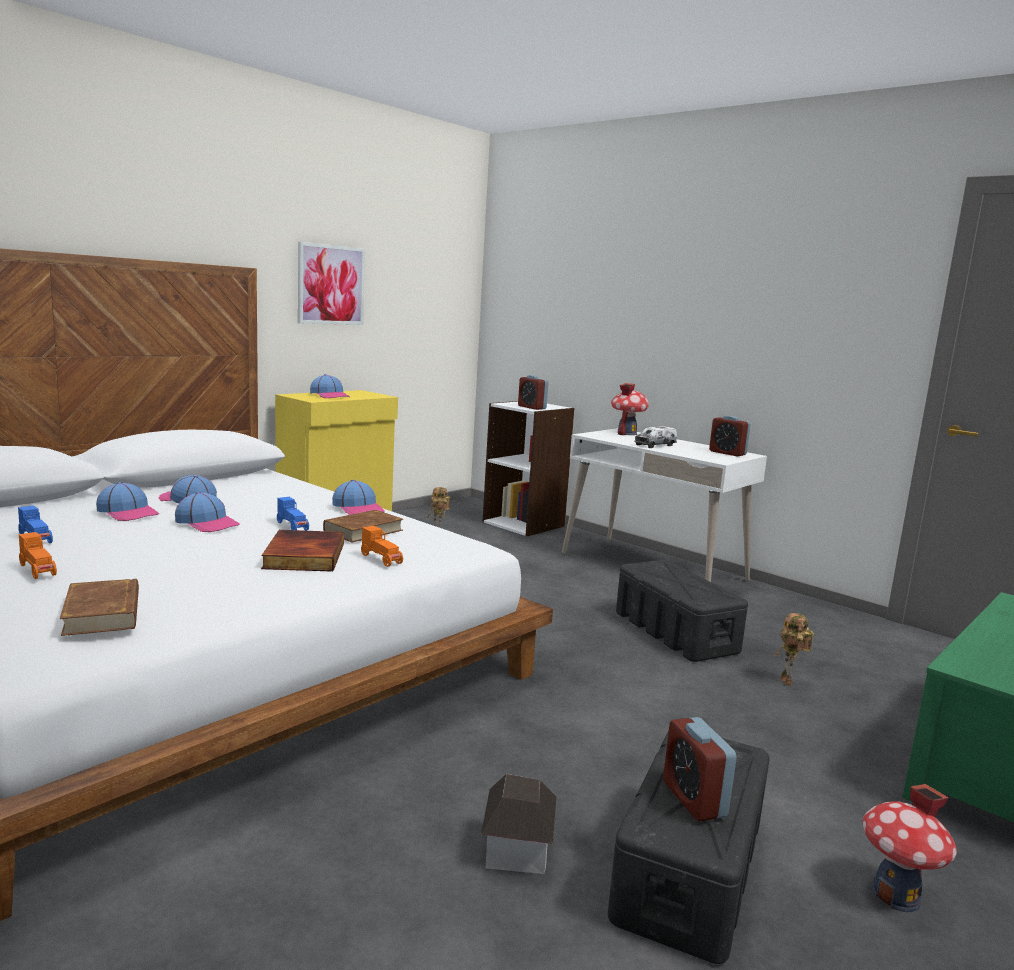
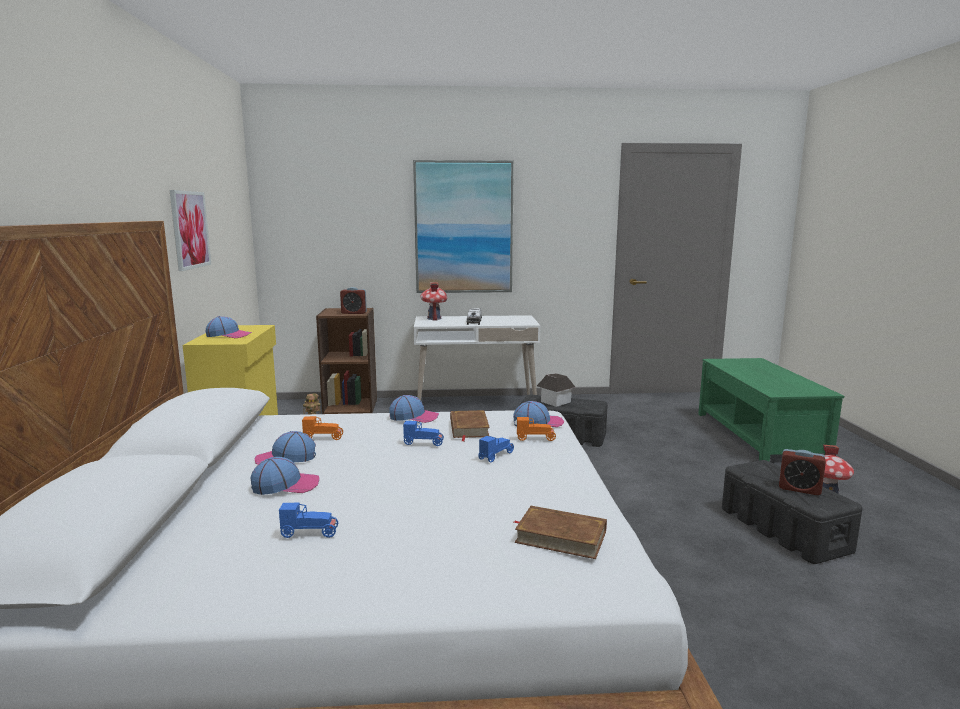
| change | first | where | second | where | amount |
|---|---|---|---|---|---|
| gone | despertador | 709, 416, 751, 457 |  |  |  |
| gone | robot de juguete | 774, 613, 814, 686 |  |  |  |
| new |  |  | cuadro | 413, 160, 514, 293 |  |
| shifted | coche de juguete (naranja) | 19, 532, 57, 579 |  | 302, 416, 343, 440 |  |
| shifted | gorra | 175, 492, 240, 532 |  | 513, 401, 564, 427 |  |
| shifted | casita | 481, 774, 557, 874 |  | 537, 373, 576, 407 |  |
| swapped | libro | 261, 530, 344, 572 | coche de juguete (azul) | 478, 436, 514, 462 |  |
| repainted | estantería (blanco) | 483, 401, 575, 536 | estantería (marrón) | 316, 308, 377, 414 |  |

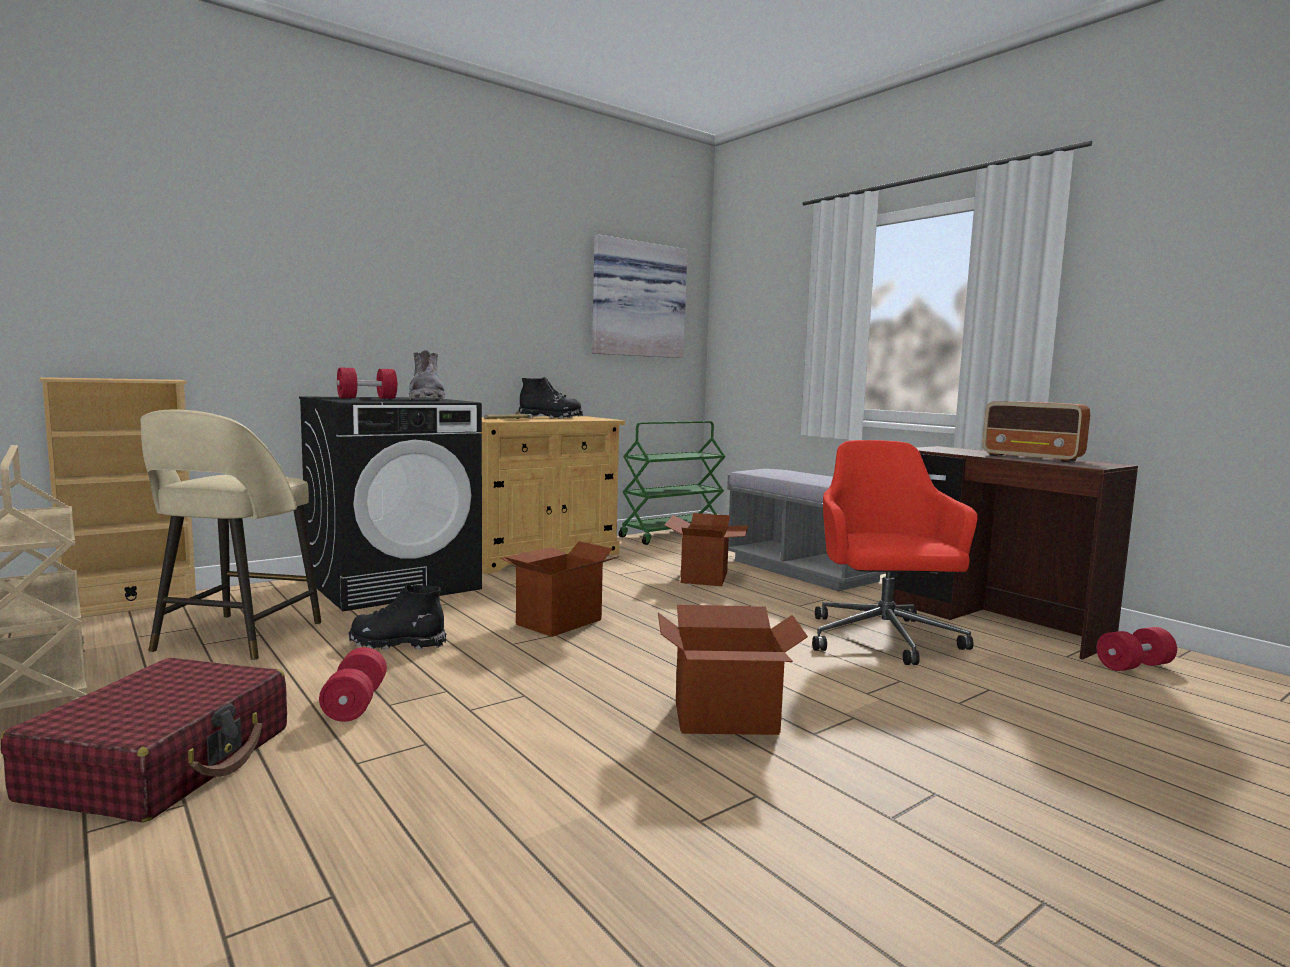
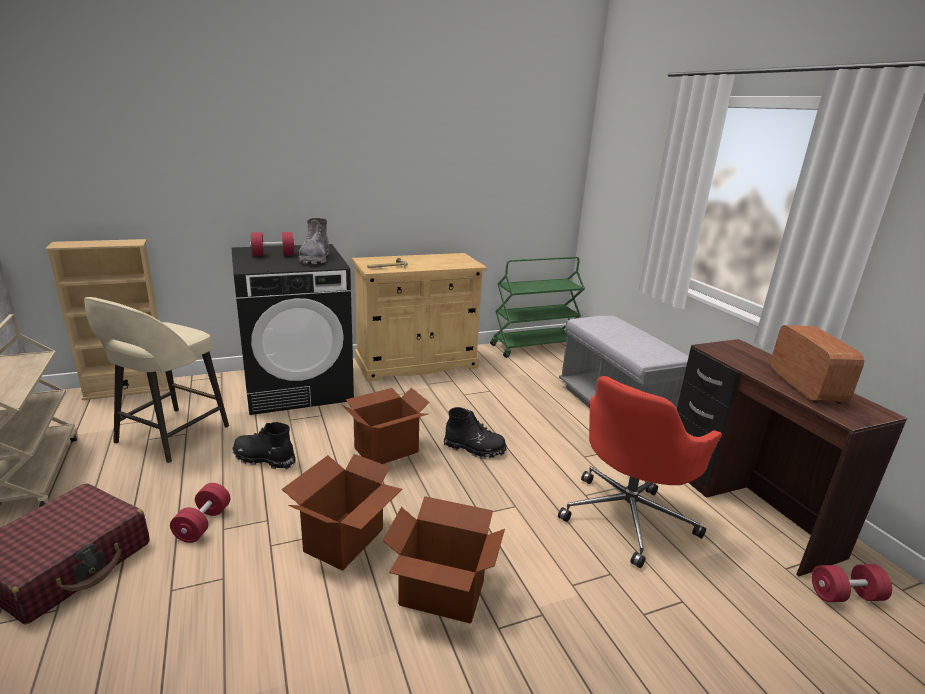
| change | first | where | second | where | amount |
|---|---|---|---|---|---|
| gone | cuadro | 592, 234, 687, 358 |  |  |  |
| shifted | bota (negro) | 518, 376, 583, 419 |  | 444, 407, 507, 459 |  |
| shifted | caja de cartón | 664, 513, 749, 586 |  | 282, 454, 402, 571 |  |
| rotated | silla de oficina (rojo) | 812, 440, 978, 665 |  | 558, 376, 722, 568 | 150 degrees counterclockwise |
| rotated | radio | 982, 401, 1090, 463 |  | 771, 325, 865, 404 | 150 degrees counterclockwise |

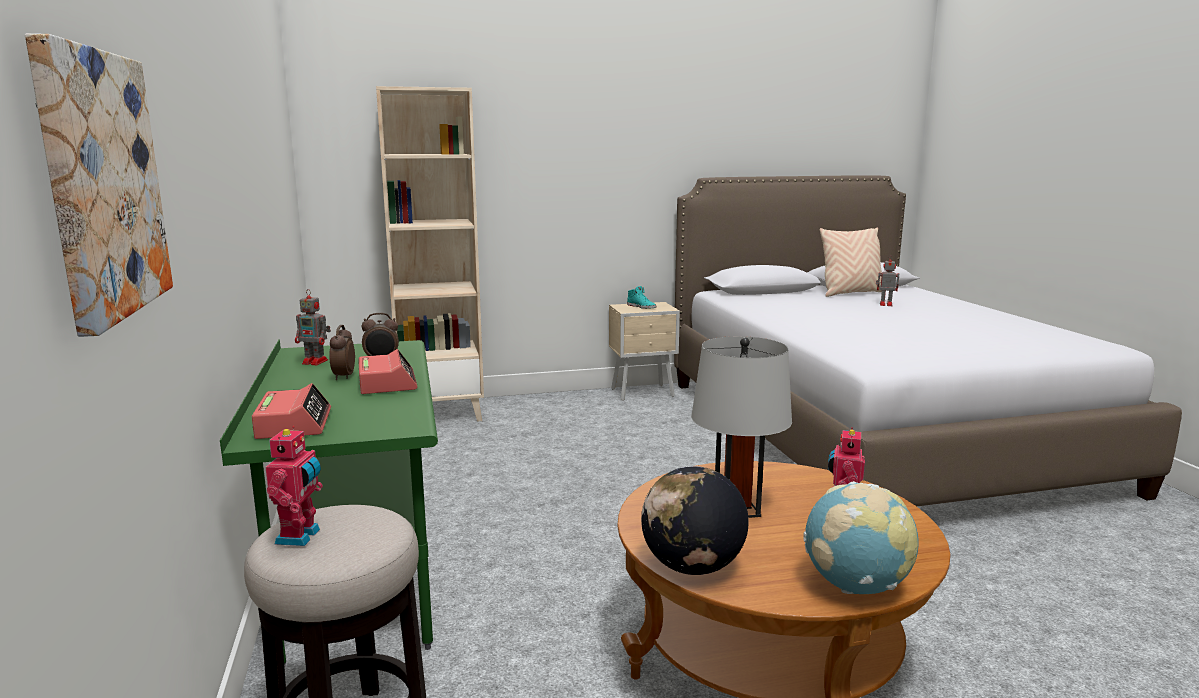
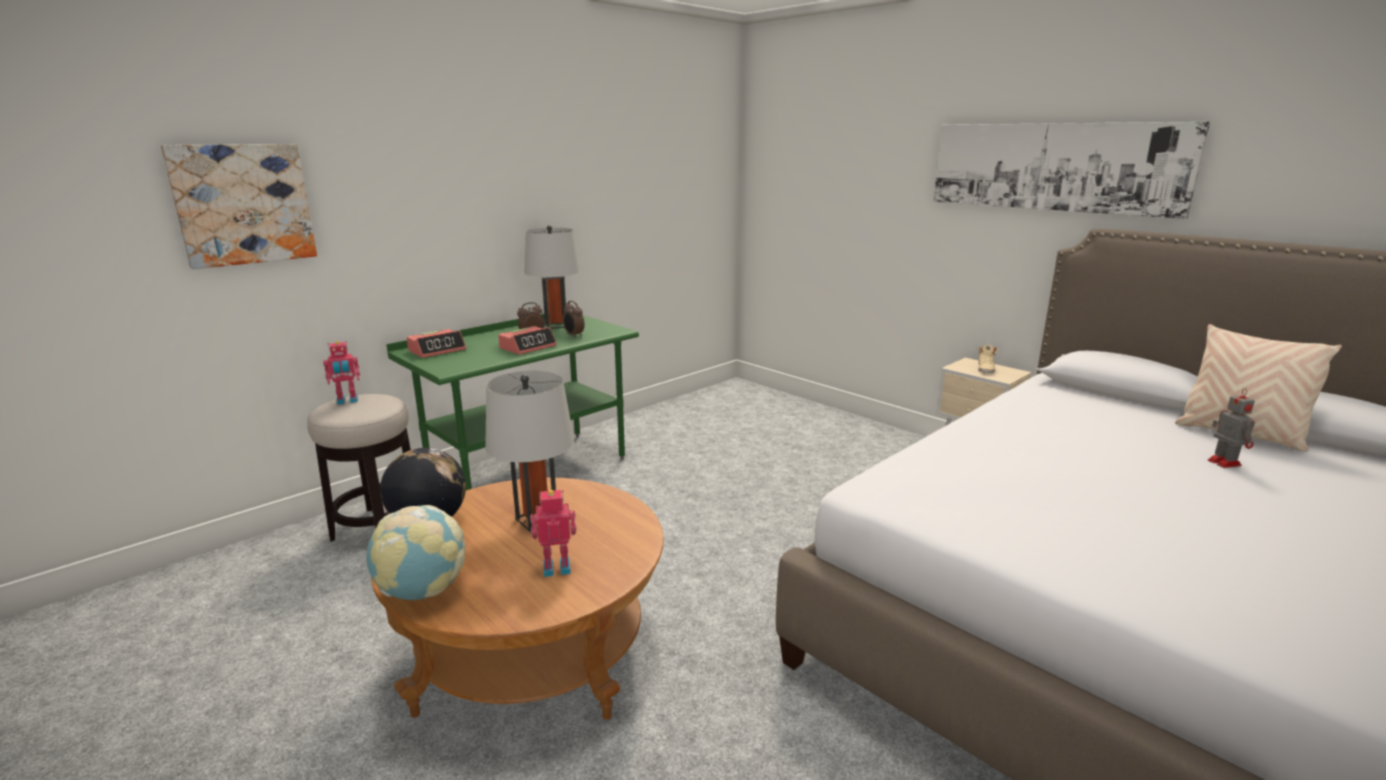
| change | first | where | second | where | amount |
|---|---|---|---|---|---|
| gone | estantería (beis) | 376, 86, 484, 422 |  |  |  |
| new |  |  | cuadro | 933, 122, 1210, 219 |  |
| swapped | robot de juguete | 295, 289, 331, 365 | lámpara de mesa (gris) | 524, 225, 580, 329 |  |
| repainted | zapato (turquesa) | 627, 286, 656, 309 | zapato (beis) | 978, 345, 998, 373 |  |

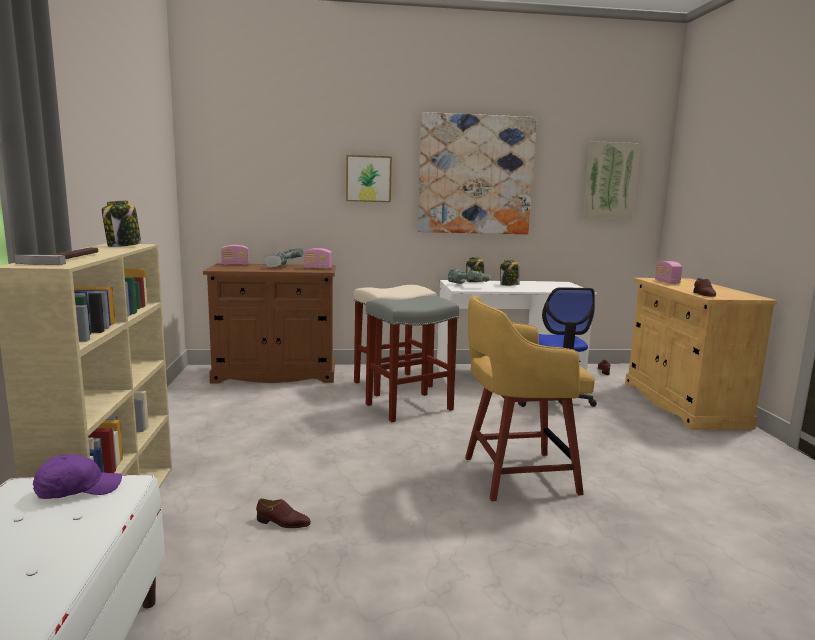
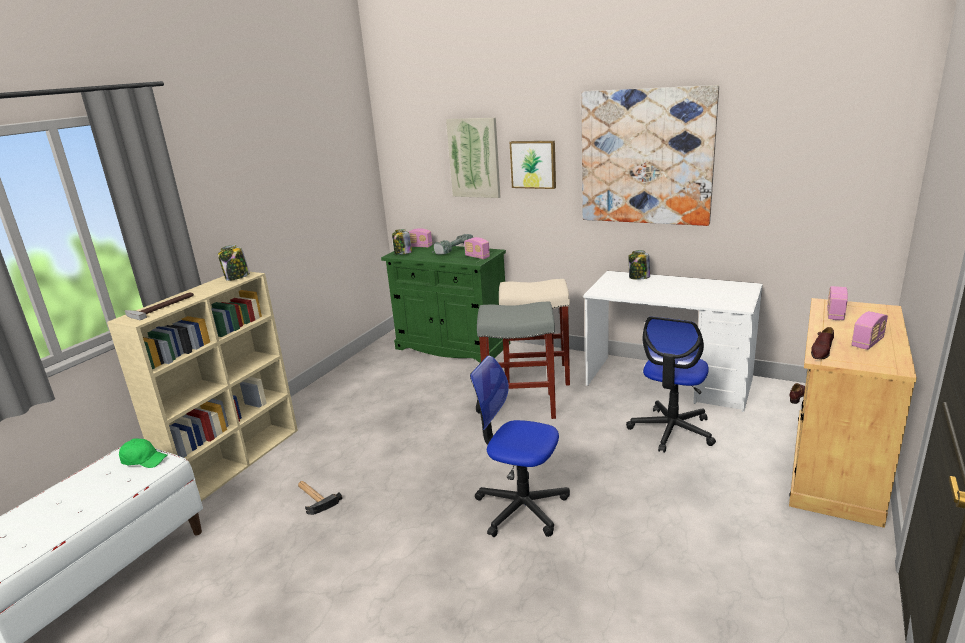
| change | first | where | second | where | amount |
|---|---|---|---|---|---|
| gone | taladro | 448, 269, 493, 284 |  |  |  |
| new |  |  | radio | 852, 311, 888, 350 |  |
| shifted | tarro | 500, 260, 520, 286 |  | 392, 229, 412, 255 |  |
| shifted | cuadro | 582, 141, 641, 220 |  | 446, 118, 500, 198 |  |
| swapped | zapato (marrón) | 256, 499, 311, 528 | martillo | 298, 481, 342, 515 |  |
| swapped | taburete (amarillo) | 465, 296, 595, 501 | silla de oficina | 470, 356, 570, 537 |  |
| repainted | gorra (morado) | 33, 454, 122, 499 | gorra (verde) | 119, 438, 168, 468 |  |
| repainted | armario (marrón) | 203, 263, 336, 383 | armario (verde) | 381, 244, 510, 363 |  |

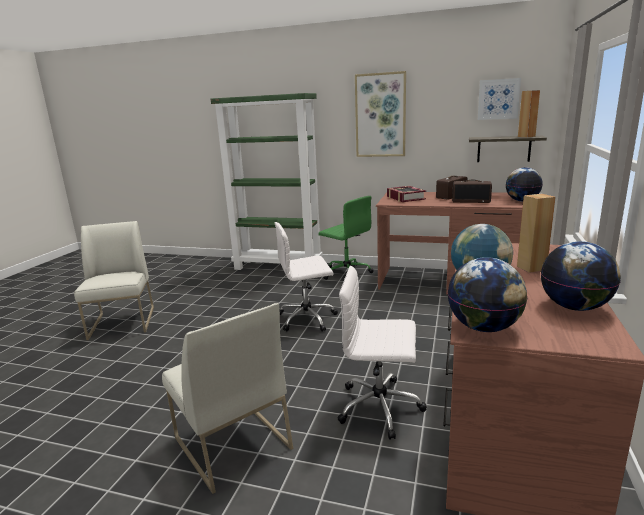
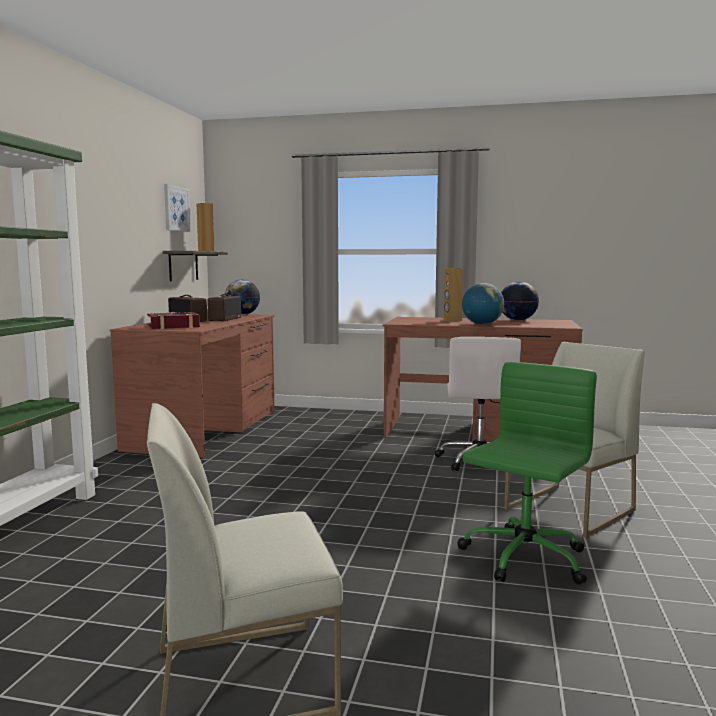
| change | first | where | second | where | amount |
|---|---|---|---|---|---|
| gone | silla de oficina (blanco) | 275, 222, 338, 332 |  |  |  |
| gone | cuadro | 355, 71, 406, 157 |  |  |  |
| gone | globo terráqueo | 448, 257, 528, 332 |  |  |  |
| shifted | silla de oficina (verde) | 318, 196, 374, 280 |  | 457, 362, 597, 584 |  |

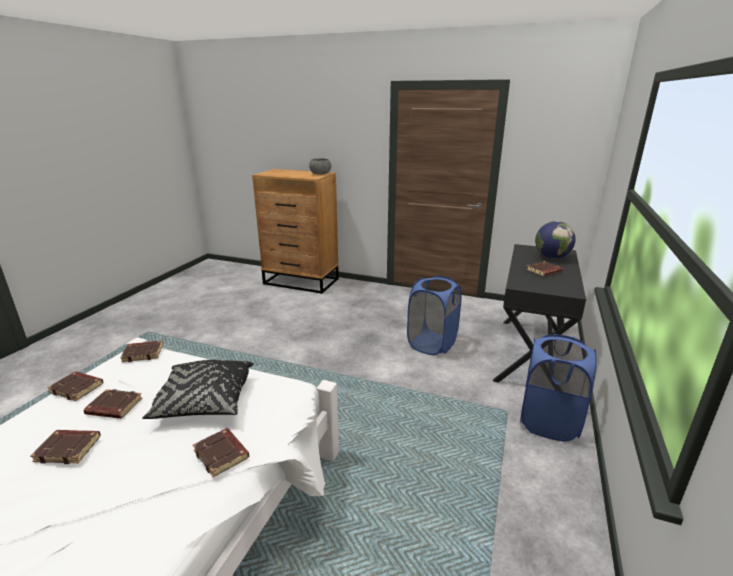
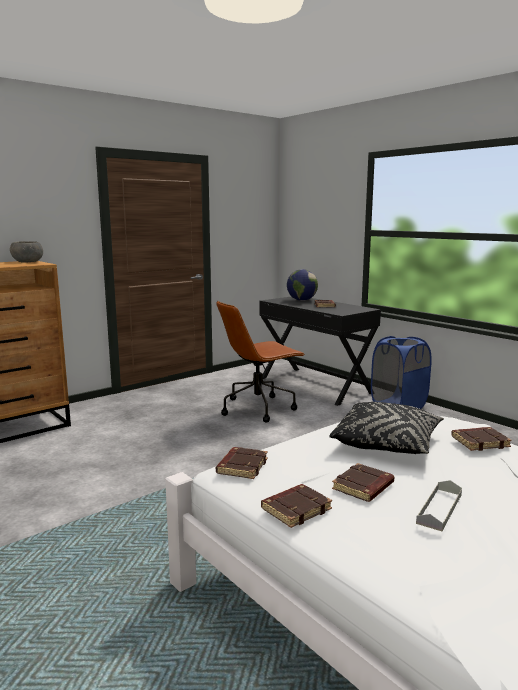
| change | first | where | second | where | amount |
|---|---|---|---|---|---|
| swapped | libro (marrón) | 30, 430, 101, 464 | bandeja (gris) | 416, 480, 462, 531 |  |
| swapped | cesto de la ropa (azul) | 407, 276, 462, 355 | silla de oficina (marrón) | 216, 301, 305, 423 |  |

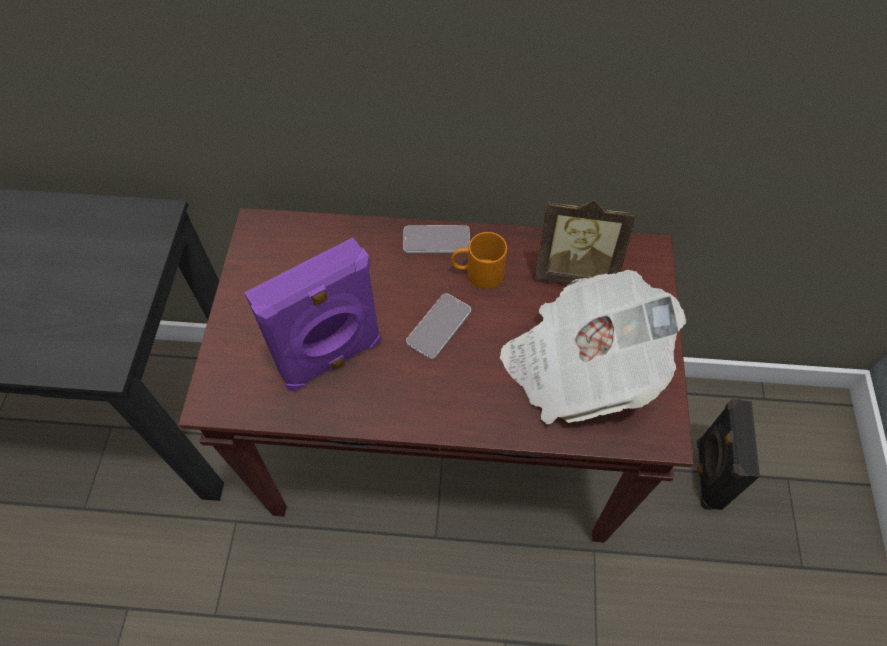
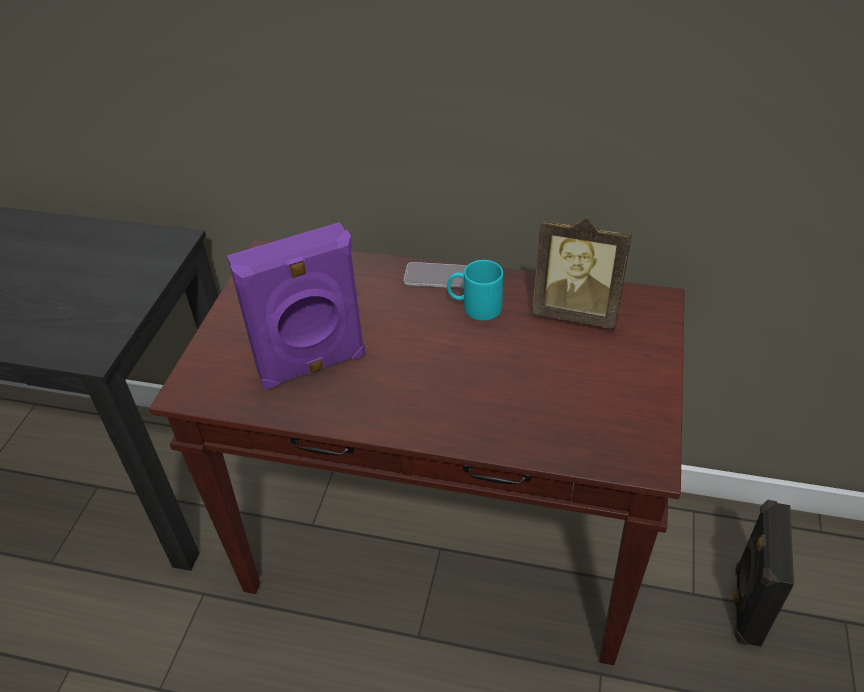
| change | first | where | second | where | amount |
|---|---|---|---|---|---|
| gone | móvil | 406, 293, 471, 359 |  |  |  |
| gone | periódico | 500, 270, 686, 424 |  |  |  |
| repainted | taza grande (naranja) | 451, 232, 507, 289 | taza grande (turquesa) | 447, 260, 503, 321 |  |

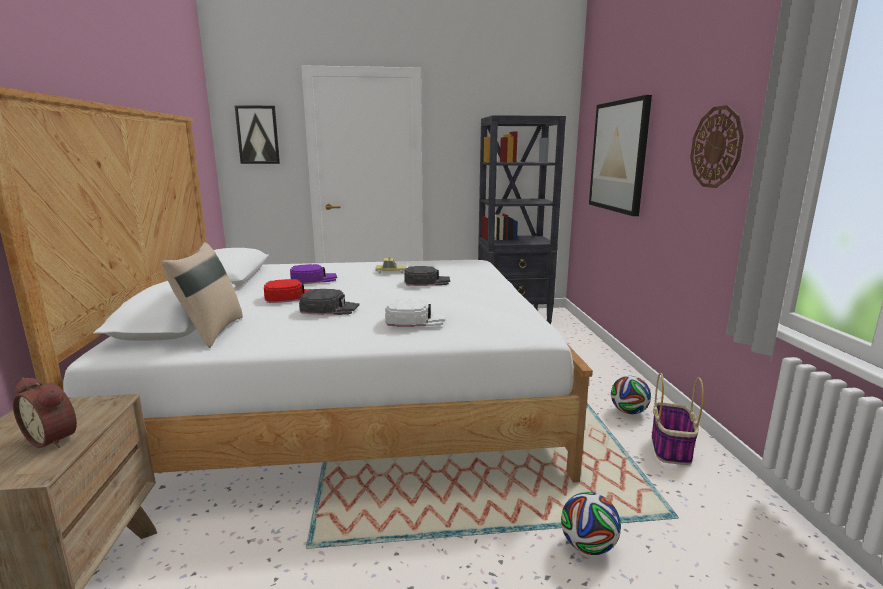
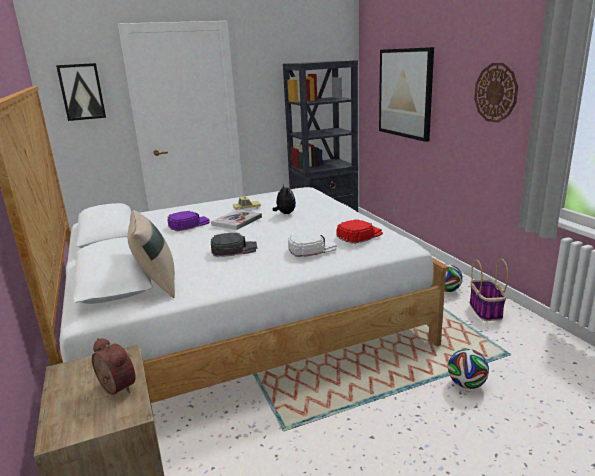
| change | first | where | second | where | amount |
|---|---|---|---|---|---|
| new |  |  | libro | 211, 210, 262, 230 |  |
| shifted | gorra (rojo) | 264, 279, 312, 303 |  | 336, 220, 383, 244 |  |
| swapped | gorra (negro) | 404, 266, 450, 286 | peluche | 273, 184, 296, 214 |  |
| rotated | despertador | 13, 378, 77, 448 |  | 92, 338, 136, 395 | 150 degrees counterclockwise |

